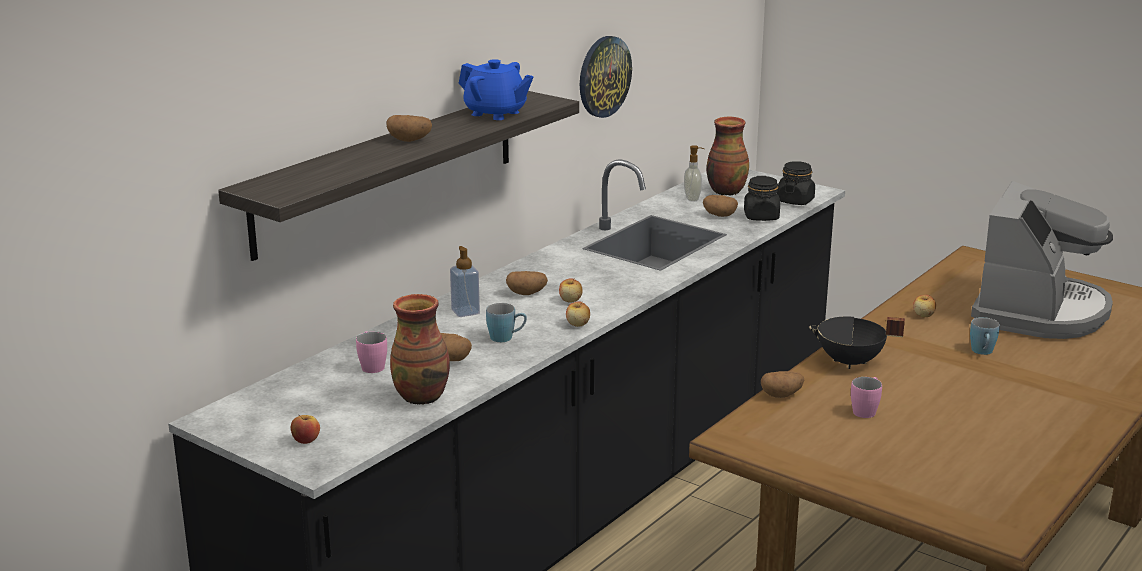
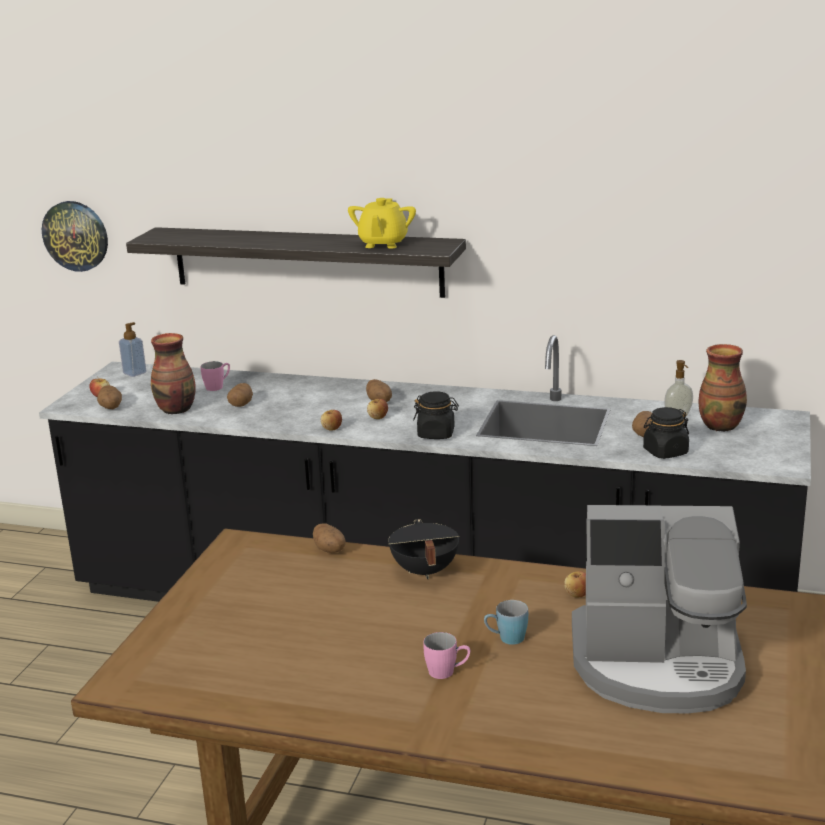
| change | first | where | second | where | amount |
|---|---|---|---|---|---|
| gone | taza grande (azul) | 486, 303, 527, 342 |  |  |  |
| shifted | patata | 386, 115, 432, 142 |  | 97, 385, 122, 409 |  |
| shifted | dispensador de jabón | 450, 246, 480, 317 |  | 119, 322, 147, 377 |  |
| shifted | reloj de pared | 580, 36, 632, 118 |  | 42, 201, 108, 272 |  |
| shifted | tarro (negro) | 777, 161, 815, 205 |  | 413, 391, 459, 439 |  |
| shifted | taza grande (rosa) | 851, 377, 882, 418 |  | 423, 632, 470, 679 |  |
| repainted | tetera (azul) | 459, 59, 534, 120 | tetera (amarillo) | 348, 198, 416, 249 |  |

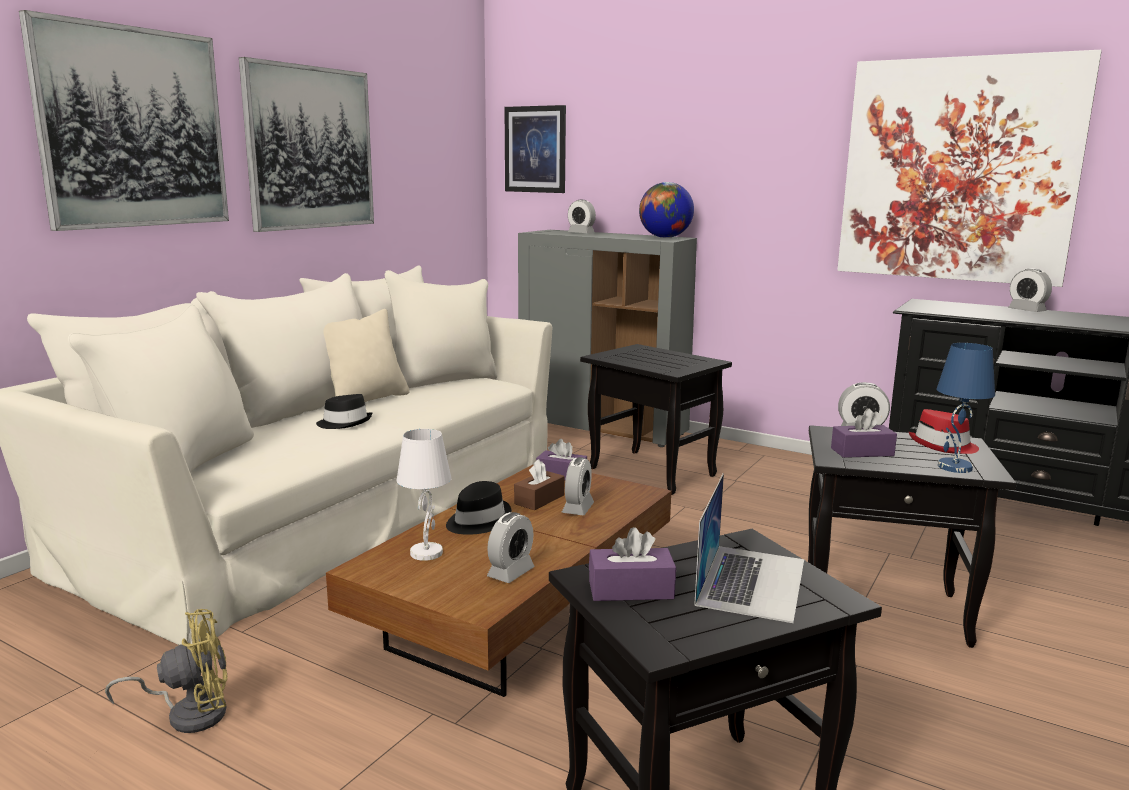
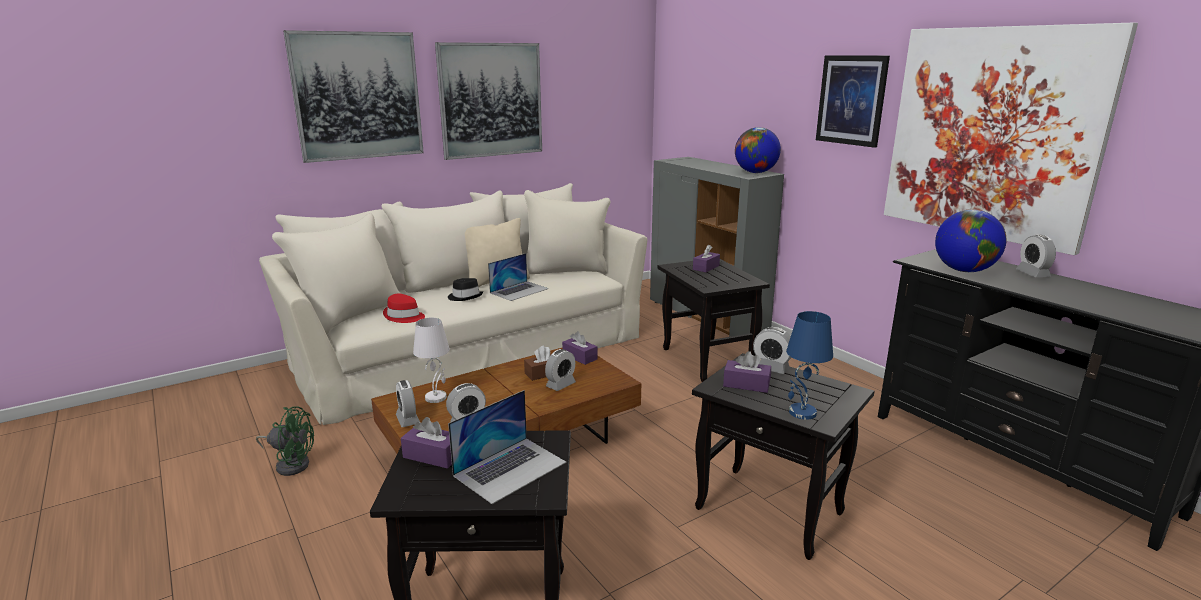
| change | first | where | second | where | amount |
|---|---|---|---|---|---|
| gone | sombrero (negro) | 446, 481, 512, 535 |  |  |  |
| new |  |  | portátil | 488, 253, 548, 301 |  |
| new |  |  | caja de pañuelos (morado) | 693, 244, 720, 272 |  |
| new |  |  | globo terráqueo | 935, 210, 1007, 272 |  |
| shifted | cuadro | 505, 105, 566, 193 |  | 816, 55, 890, 148 |  |
| shifted | despertador | 568, 200, 596, 233 |  | 396, 380, 420, 427 |  |
| shifted | sombrero (rojo) | 909, 409, 979, 454 |  | 383, 294, 425, 323 |  |
| repainted | ventilador (amarillo) | 105, 609, 227, 733 | ventilador (verde) | 256, 406, 314, 476 |  |

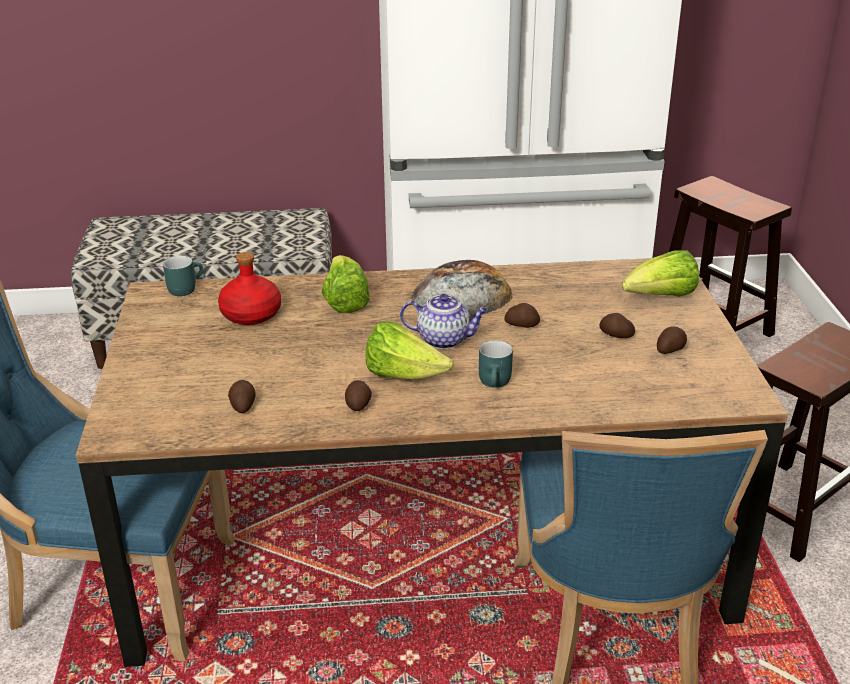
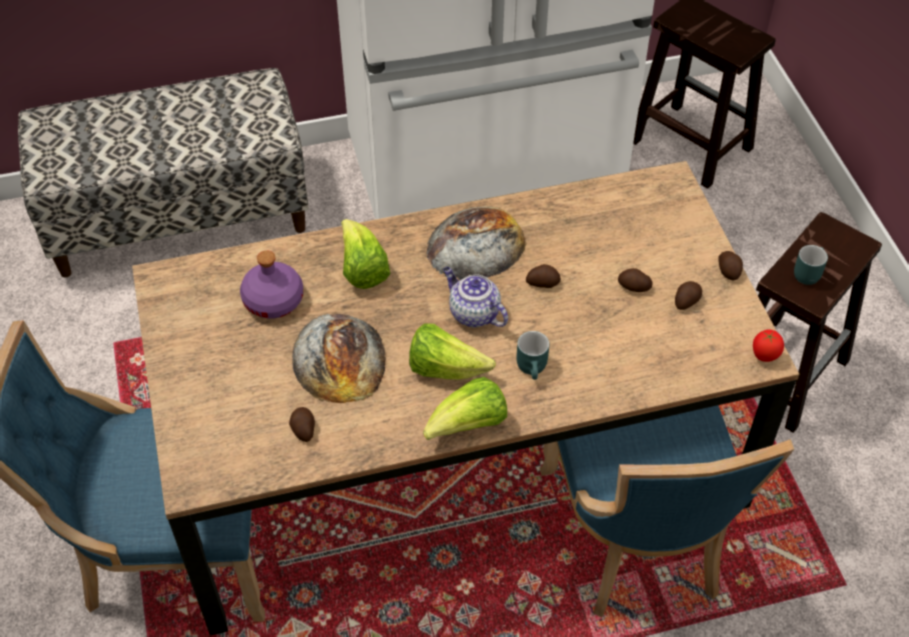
| change | first | where | second | where | amount |
|---|---|---|---|---|---|
| new |  |  | pan | 292, 314, 386, 403 |  |
| new |  |  | tomate | 753, 330, 784, 362 |  |
| shifted | taza grande (turquesa) | 163, 256, 203, 296 |  | 794, 245, 828, 285 |  |
| shifted | patata | 345, 380, 372, 411 |  | 718, 251, 743, 281 |  |
| shifted | lechuga | 622, 250, 699, 297 |  | 423, 377, 507, 440 |  |
| repainted | botella (rojo) | 218, 252, 281, 325 | botella (morado) | 240, 251, 303, 319 |  |
| rotated | tetera | 400, 294, 488, 349 |  | 443, 267, 508, 328 | 135 degrees counterclockwise |

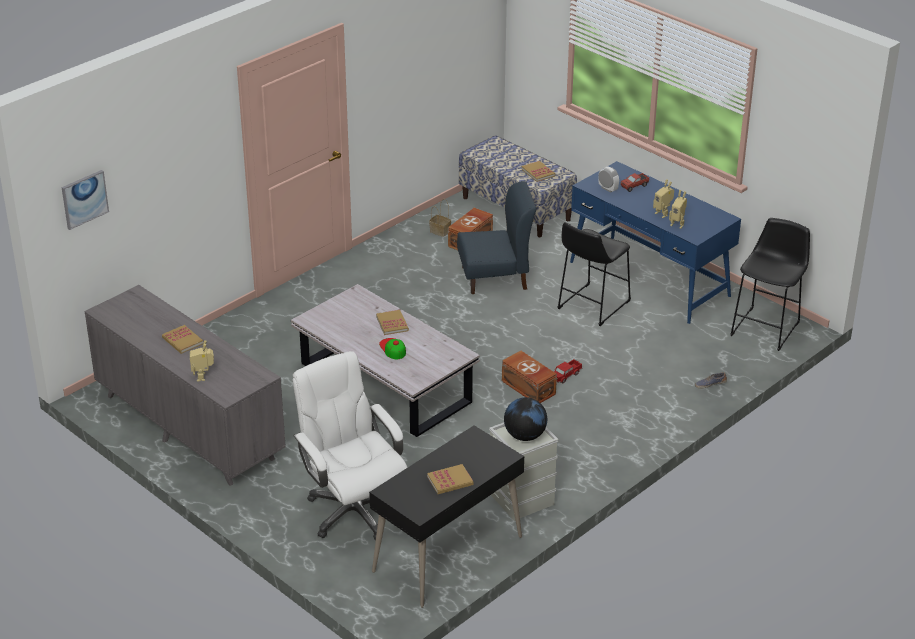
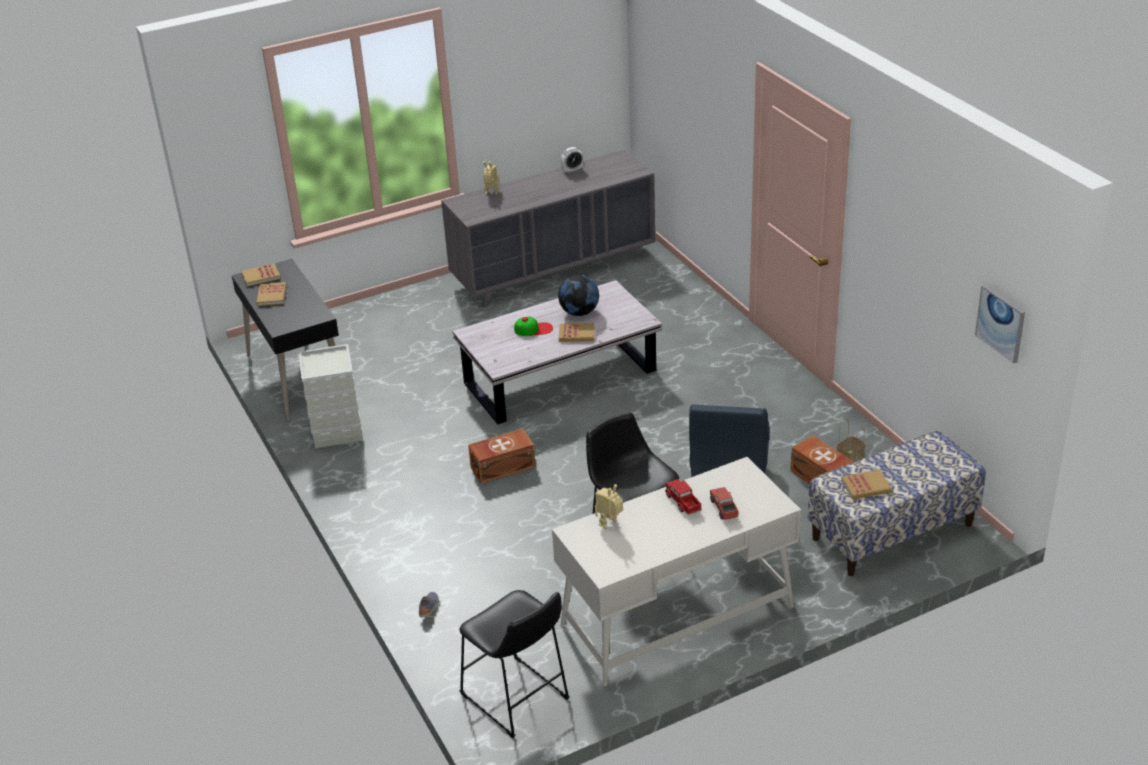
| change | first | where | second | where | amount |
|---|---|---|---|---|---|
| gone | silla de oficina (blanco) | 293, 351, 408, 540 |  |  |  |
| gone | robot de juguete | 653, 179, 674, 218 |  |  |  |
| shifted | cuadro | 61, 170, 109, 230 |  | 975, 285, 1025, 363 |  |
| shifted | libro | 162, 325, 203, 354 |  | 241, 263, 281, 287 |  |
| shifted | globo terráqueo | 504, 397, 547, 441 |  | 558, 275, 599, 316 |  |
| shifted | camión de juguete | 554, 359, 582, 383 |  | 665, 479, 702, 515 |  |
| shifted | despertador | 598, 167, 619, 193 |  | 560, 147, 584, 173 |  |
| repainted | escritorio (azul) | 570, 161, 741, 324 | escritorio (blanco) | 552, 457, 801, 686 |  |

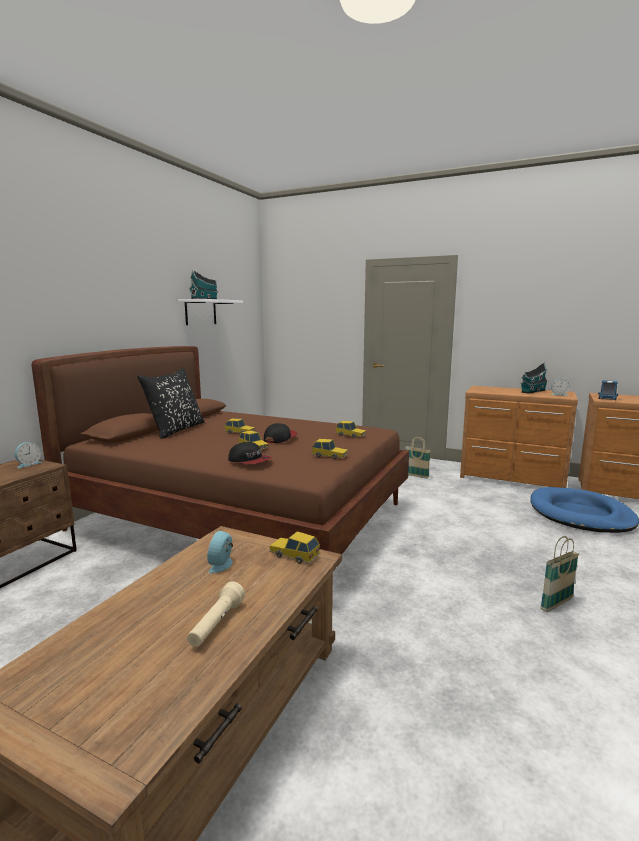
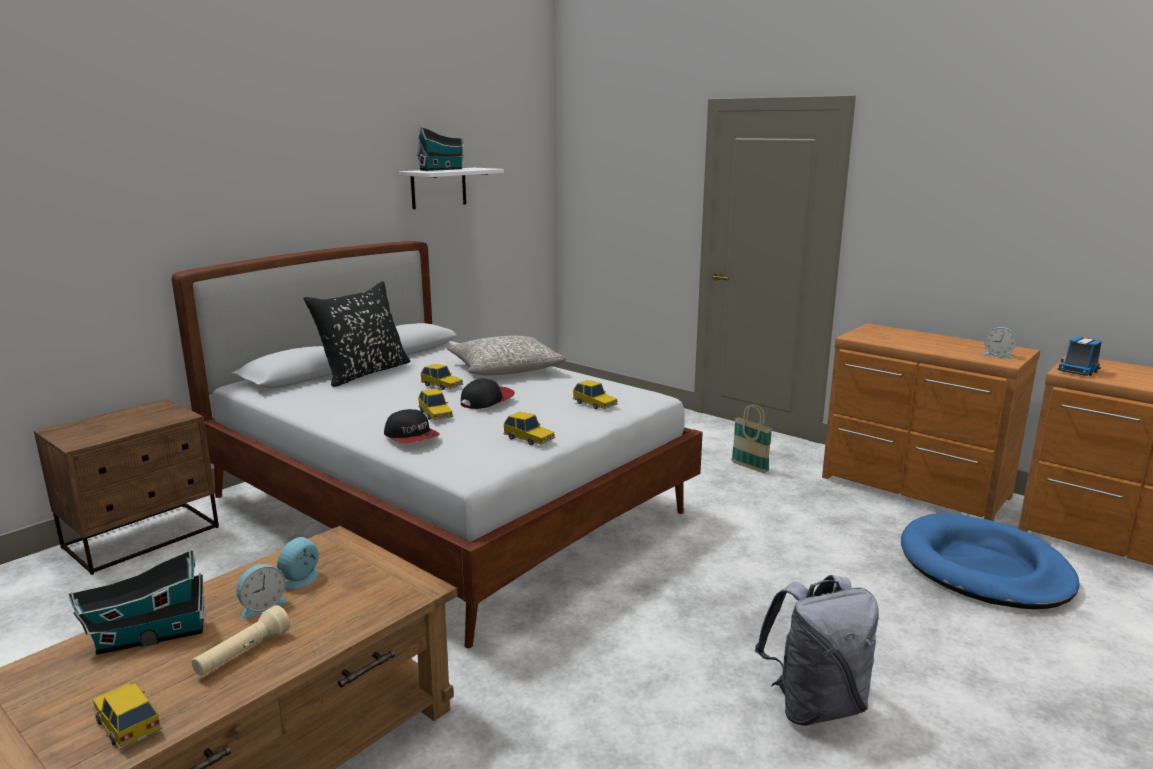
| change | first | where | second | where | amount |
|---|---|---|---|---|---|
| new |  |  | cojín (gris) | 447, 336, 567, 375 |  |
| shifted | despertador | 15, 442, 42, 468 |  | 237, 564, 288, 619 |  |
| shifted | coche de juguete | 269, 531, 320, 564 |  | 93, 683, 162, 749 |  |
| shifted | casita | 520, 363, 548, 394 |  | 69, 550, 206, 655 |  |
| swapped | cesta | 540, 536, 579, 612 | mochila (gris) | 755, 575, 879, 726 |  |
| repainted | cama (marrón) | 31, 346, 409, 554 | cama (blanco) | 171, 241, 703, 648 |  |

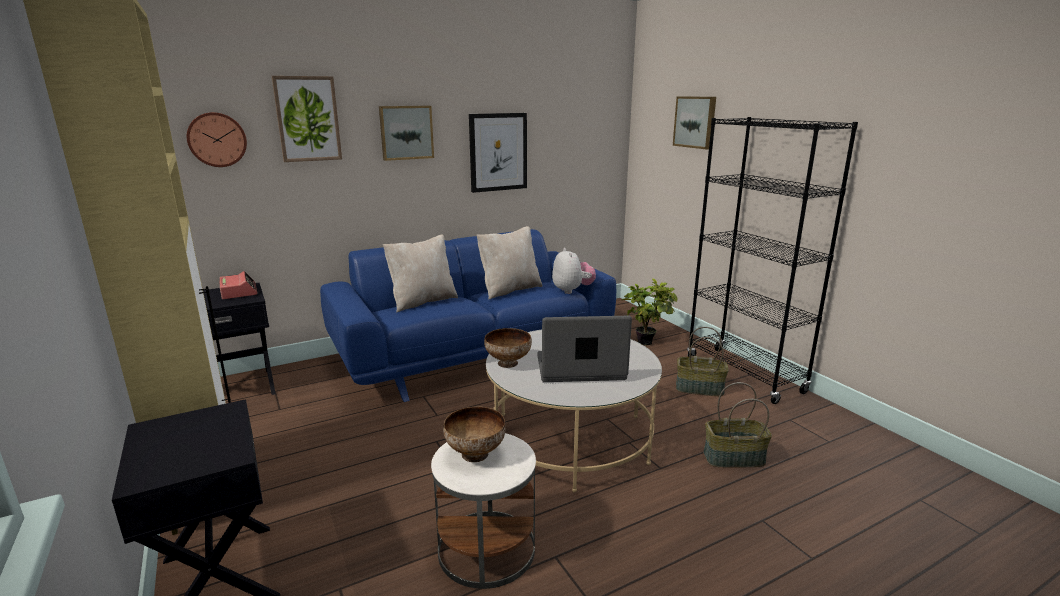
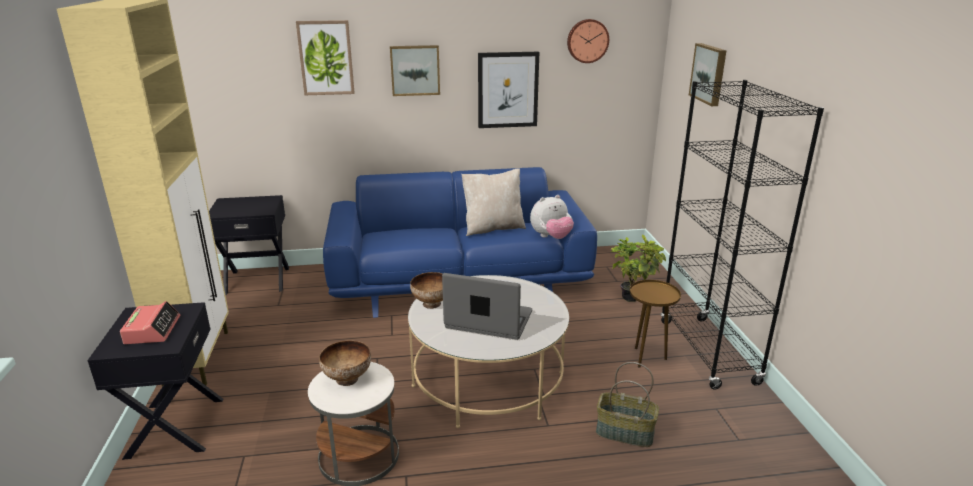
| change | first | where | second | where | amount |
|---|---|---|---|---|---|
| gone | cojín (beis) | 383, 235, 458, 312 |  |  |  |
| shifted | reloj de pared | 187, 112, 247, 167 |  | 567, 19, 609, 63 |  |
| shifted | despertador | 219, 271, 258, 299 |  | 120, 301, 180, 344 |  |
| swapped | cesta | 676, 327, 729, 396 | mesa auxiliar (marrón) | 630, 280, 681, 367 |  |
| rotated | peluche | 552, 248, 596, 294 |  | 530, 195, 574, 239 | 60 degrees clockwise |

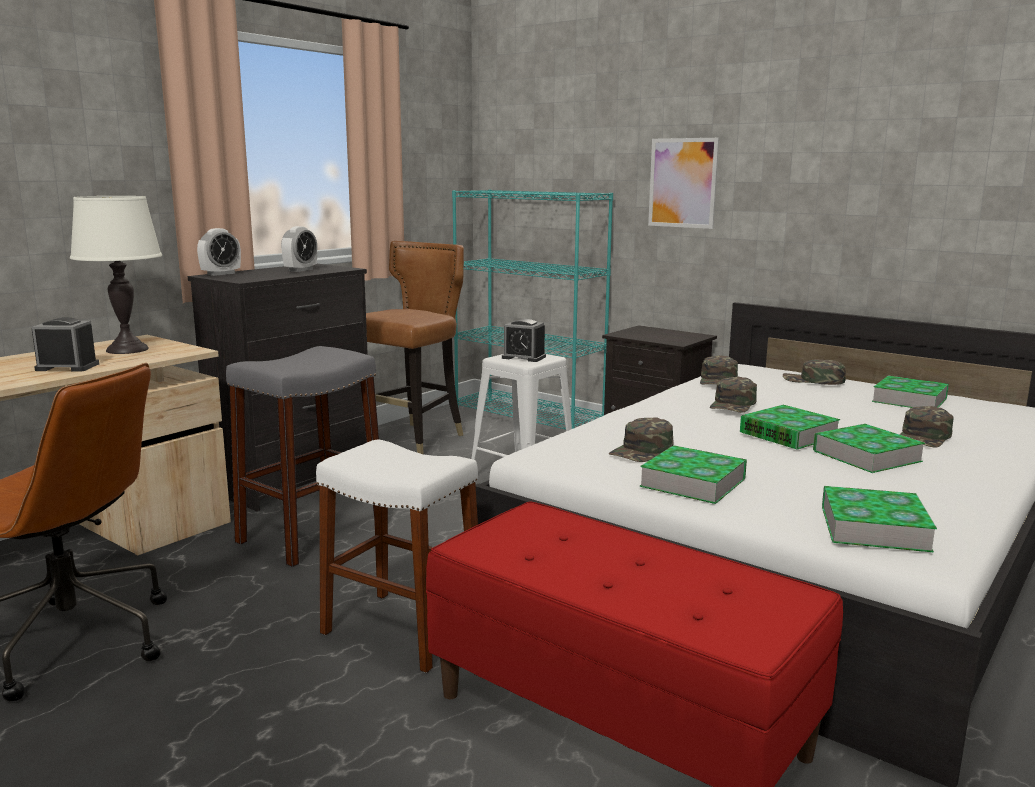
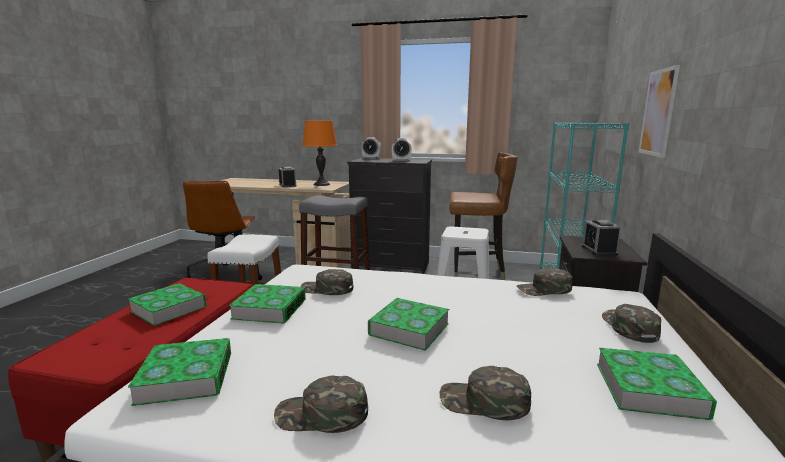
| change | first | where | second | where | amount |
|---|---|---|---|---|---|
| shifted | despertador | 502, 319, 546, 362 |  | 582, 220, 621, 256 |  |
| shifted | gorra (verde) | 710, 377, 757, 412 |  | 274, 375, 368, 433 |  |
| shifted | libro | 813, 424, 925, 473 |  | 128, 283, 207, 326 |  |
| repainted | lámpara de mesa (blanco) | 70, 196, 162, 354 | lámpara de mesa (naranja) | 302, 121, 338, 186 |  |

